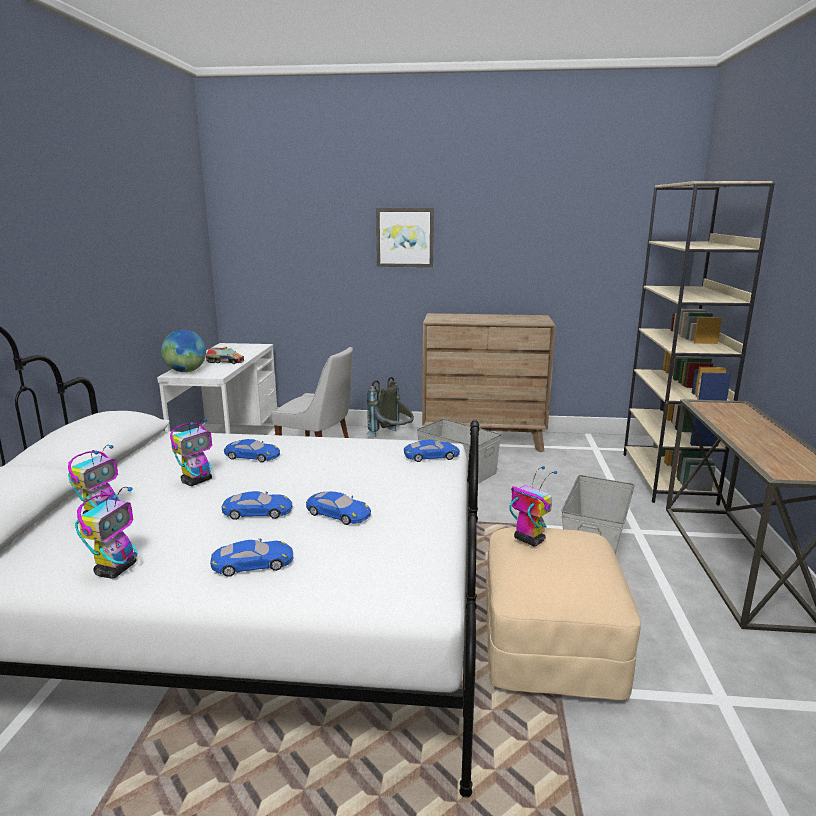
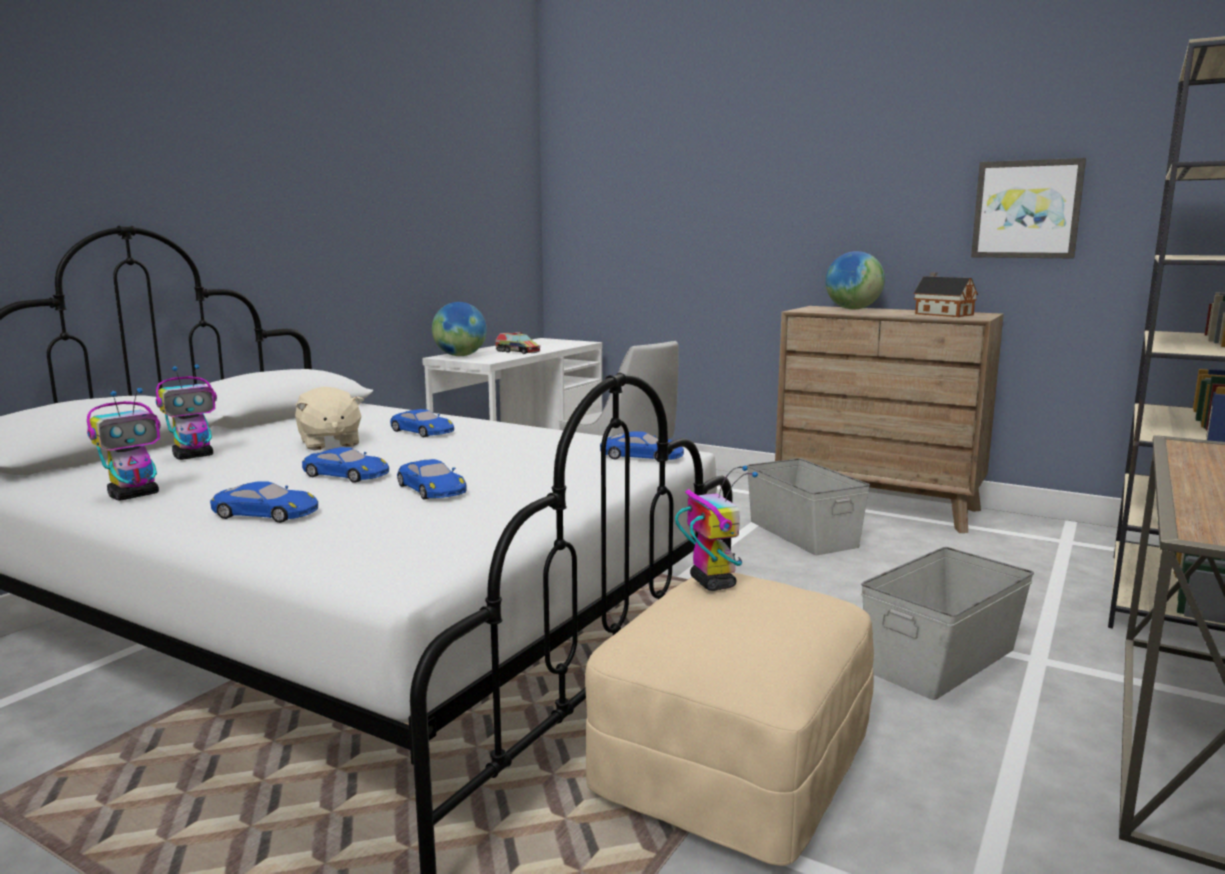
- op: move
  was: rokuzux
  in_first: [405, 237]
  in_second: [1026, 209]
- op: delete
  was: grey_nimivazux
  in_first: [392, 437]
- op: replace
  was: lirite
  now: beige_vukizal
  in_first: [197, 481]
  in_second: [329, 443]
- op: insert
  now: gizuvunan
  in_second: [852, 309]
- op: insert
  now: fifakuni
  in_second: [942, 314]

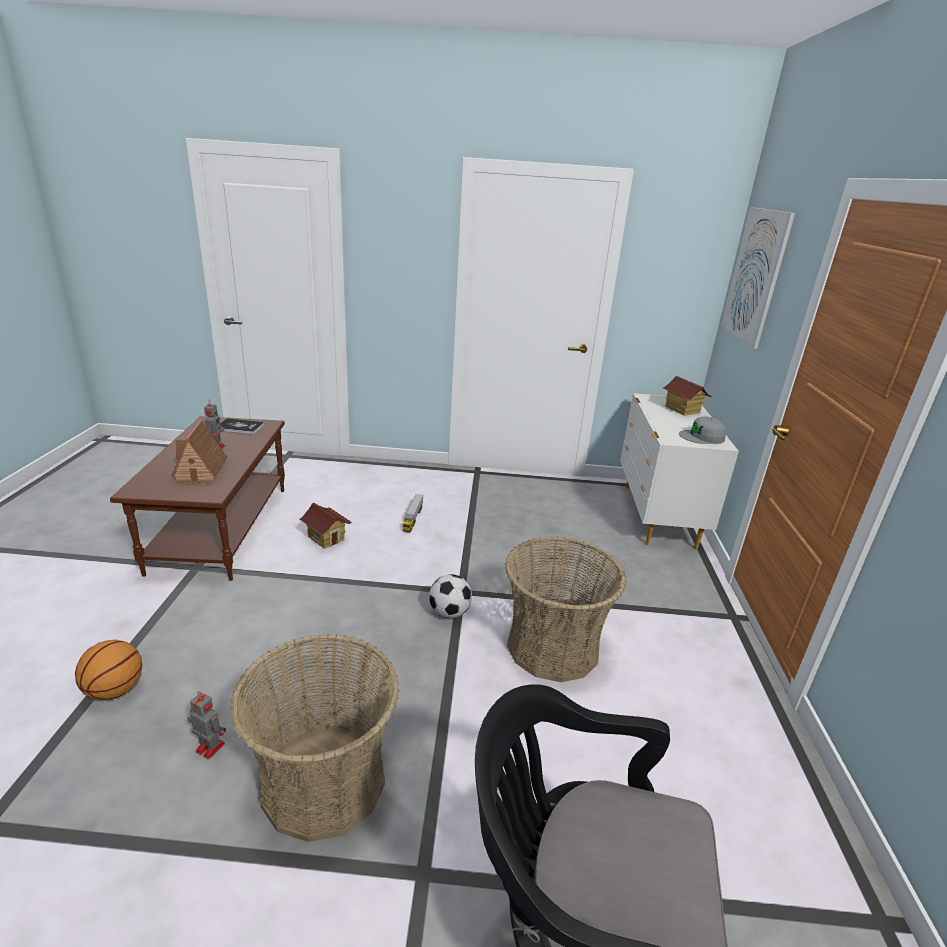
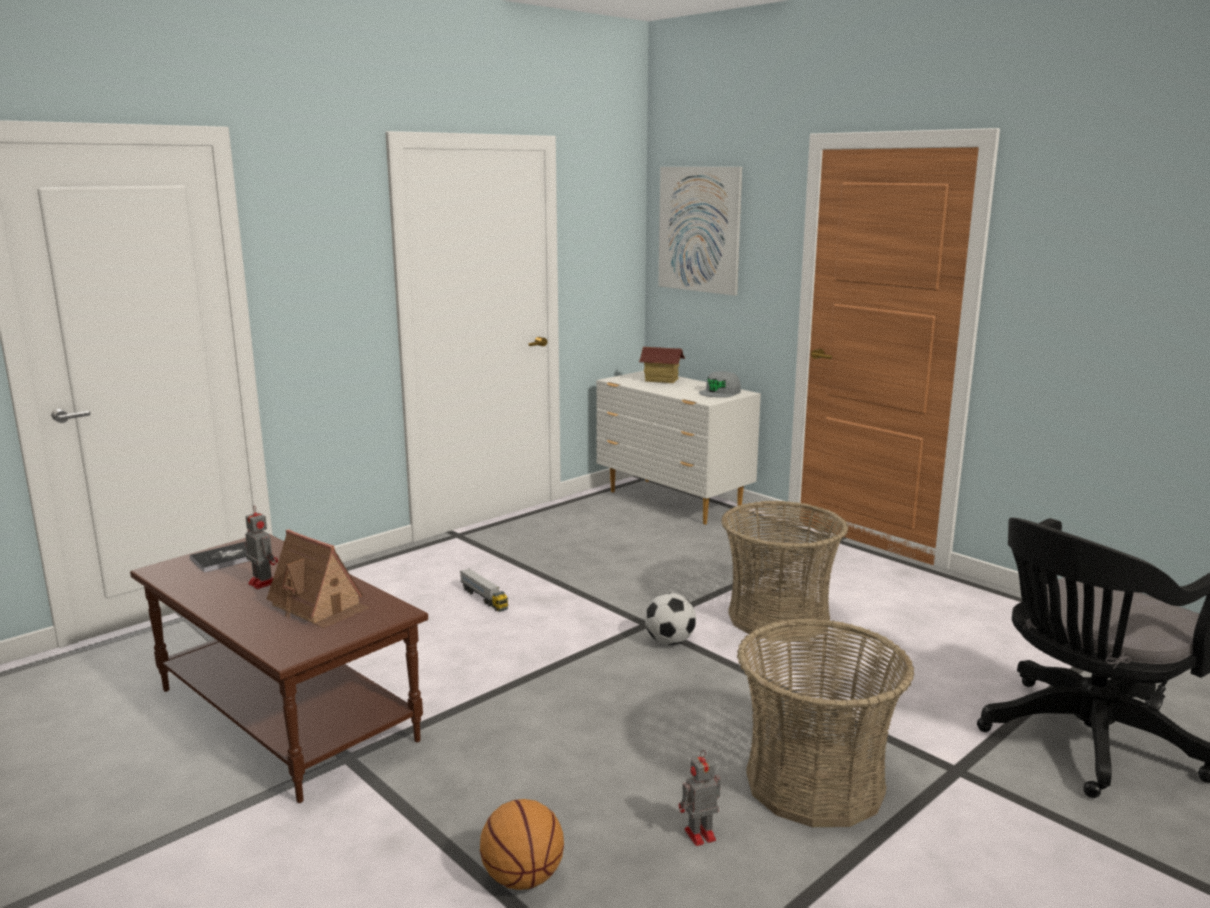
- op: delete
  was: fifakuni
  in_first: [326, 538]

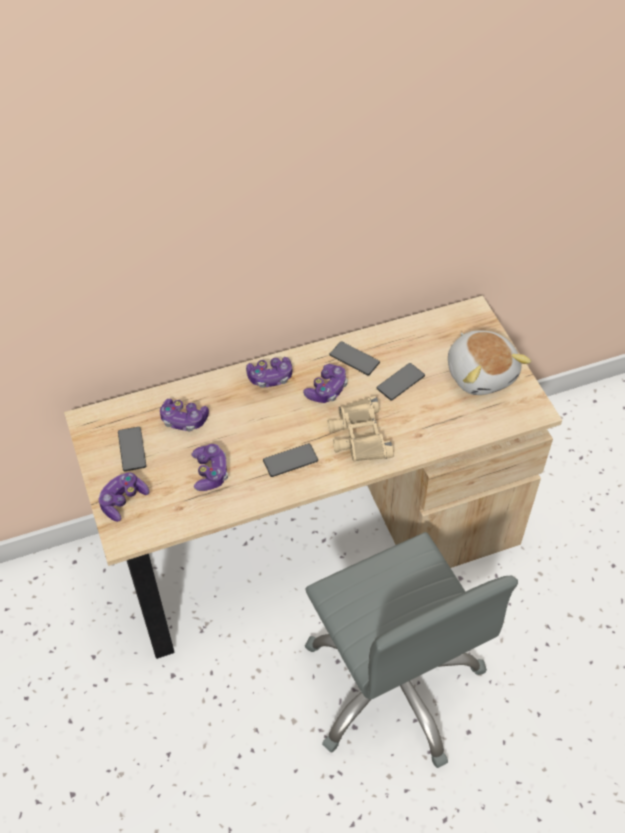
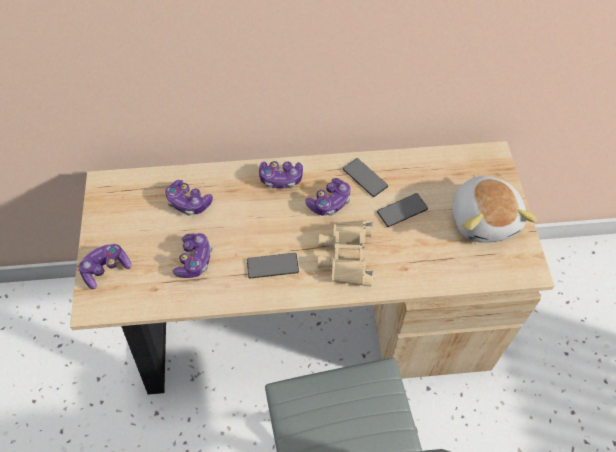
- op: delete
  was: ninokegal
  in_first: [132, 449]

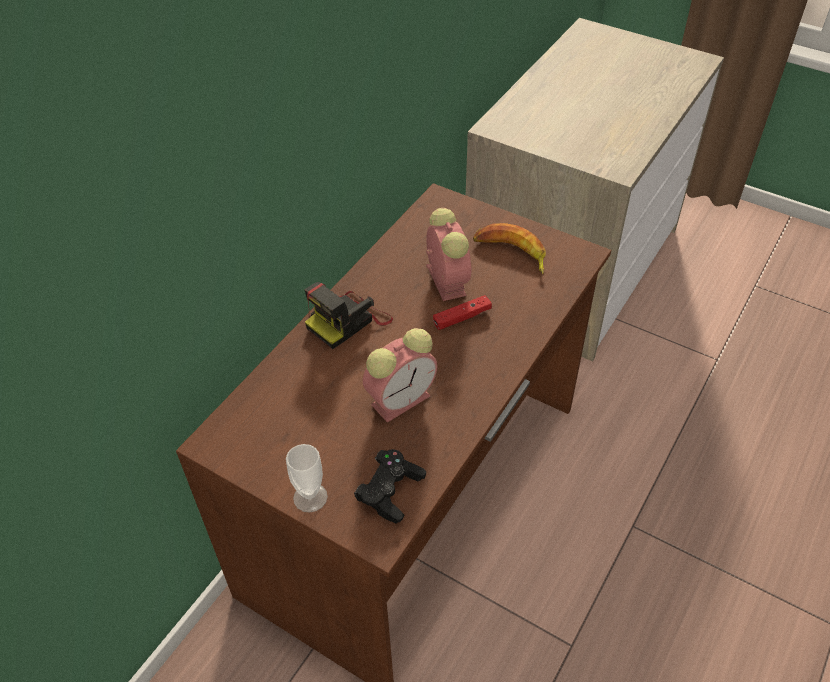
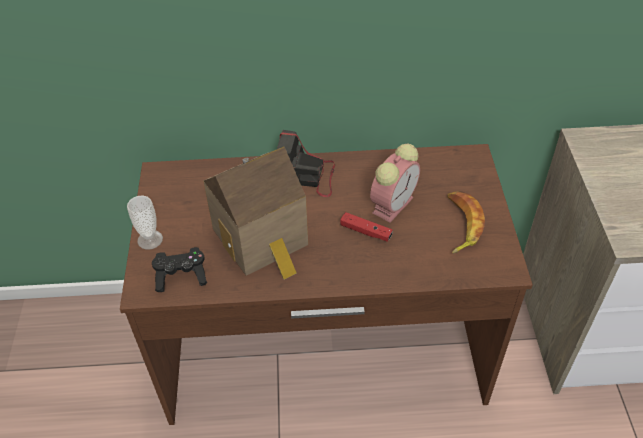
- op: replace
  was: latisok
  now: fifakuni
  in_first: [402, 398]
  in_second: [263, 240]

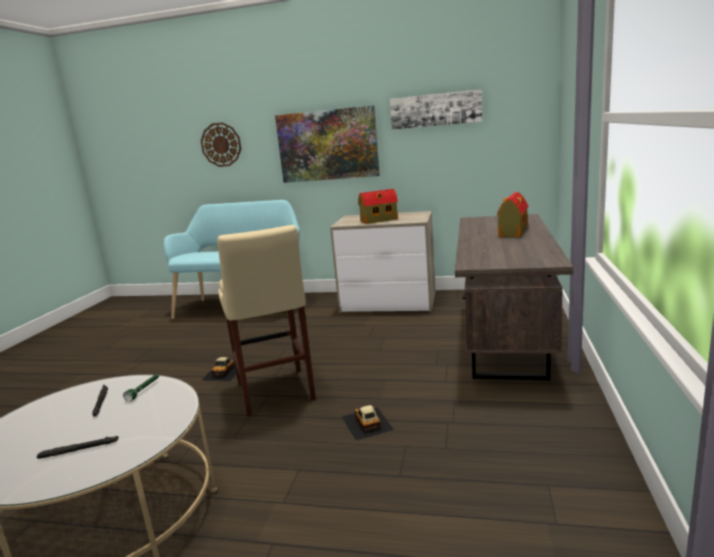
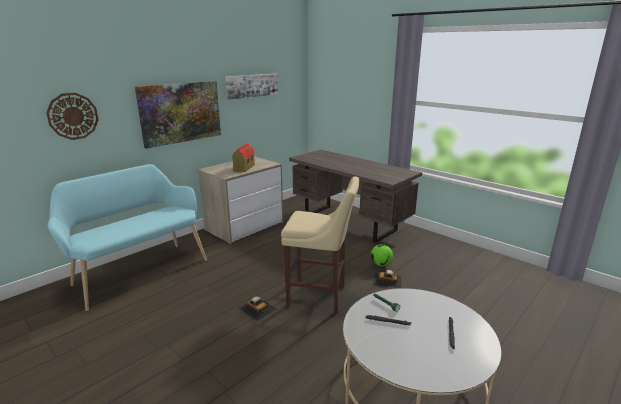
- op: delete
  was: fifakuni
  in_first: [512, 232]
- op: insert
  now: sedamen
  in_second: [381, 264]

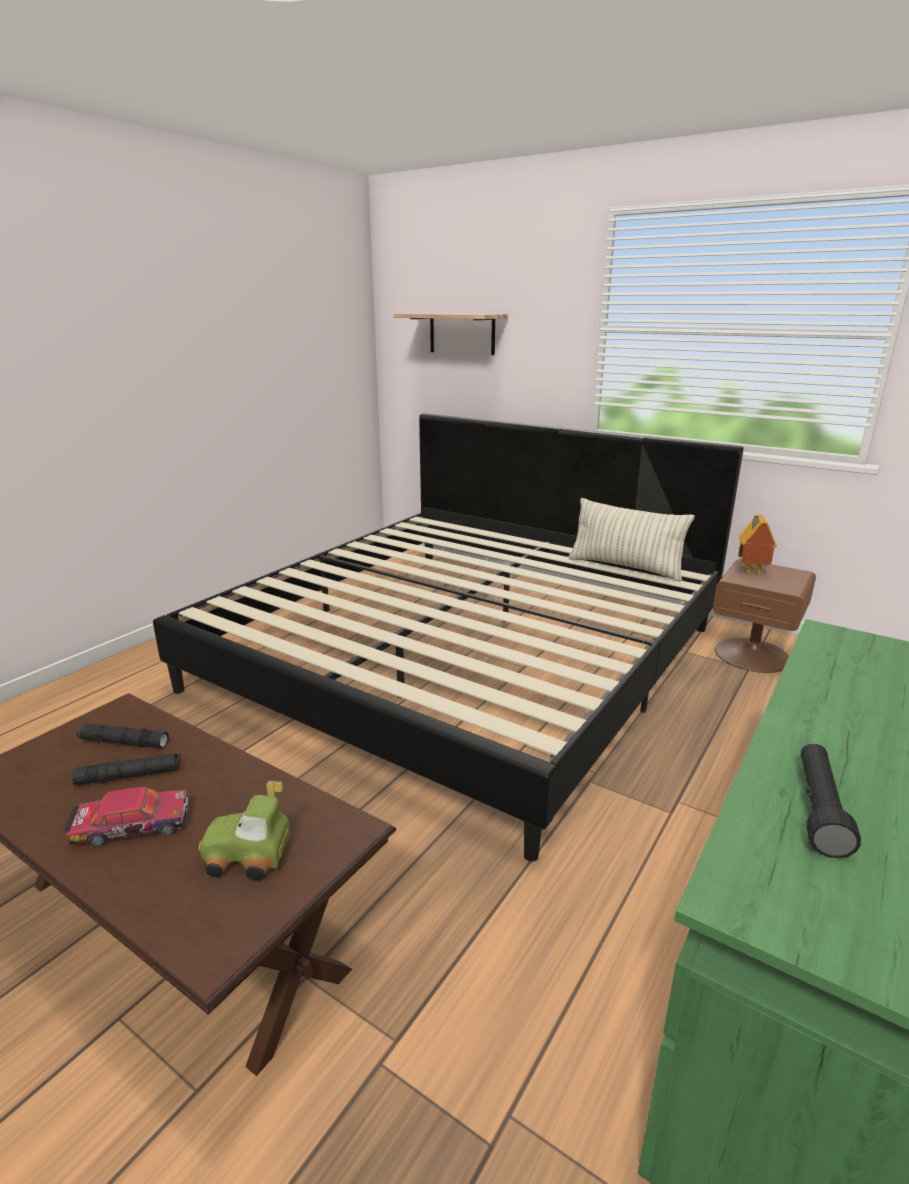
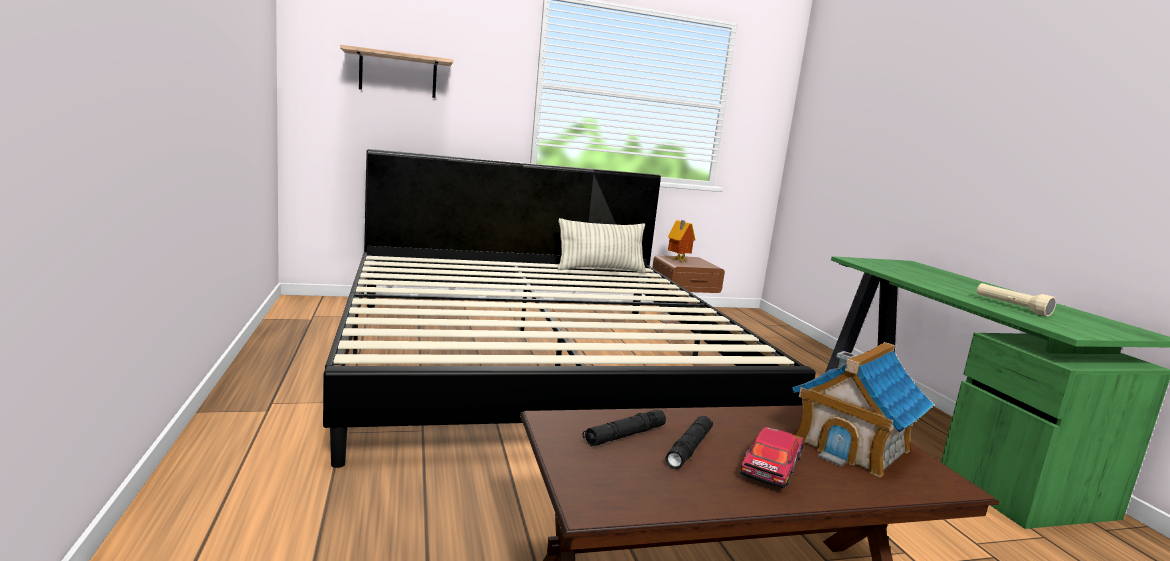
- op: recolor
  was: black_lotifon
  now: beige_lotifon
  in_first: [818, 809]
  in_second: [1011, 307]
- op: replace
  was: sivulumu
  now: fifakuni
  in_first: [248, 857]
  in_second: [852, 445]

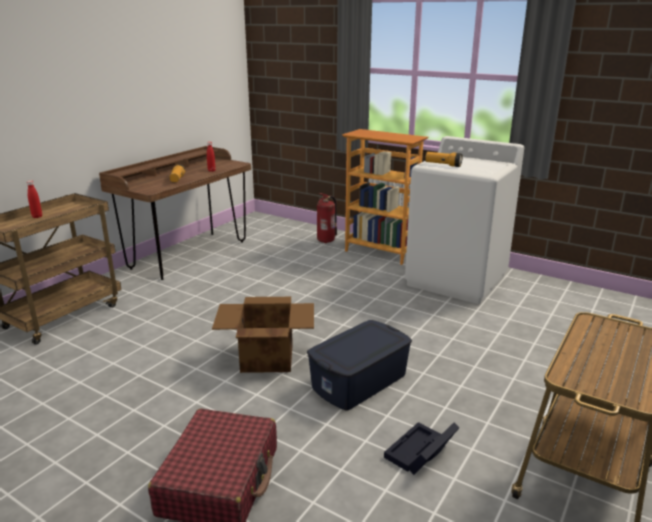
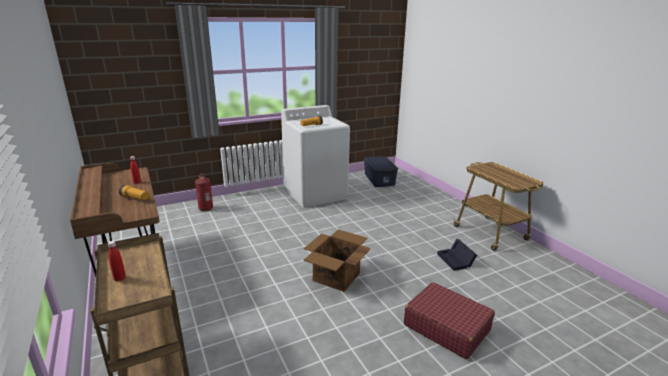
- op: delete
  was: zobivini
  in_first: [380, 252]
- op: move
  was: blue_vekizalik
  in_first: [360, 381]
  in_second: [379, 179]

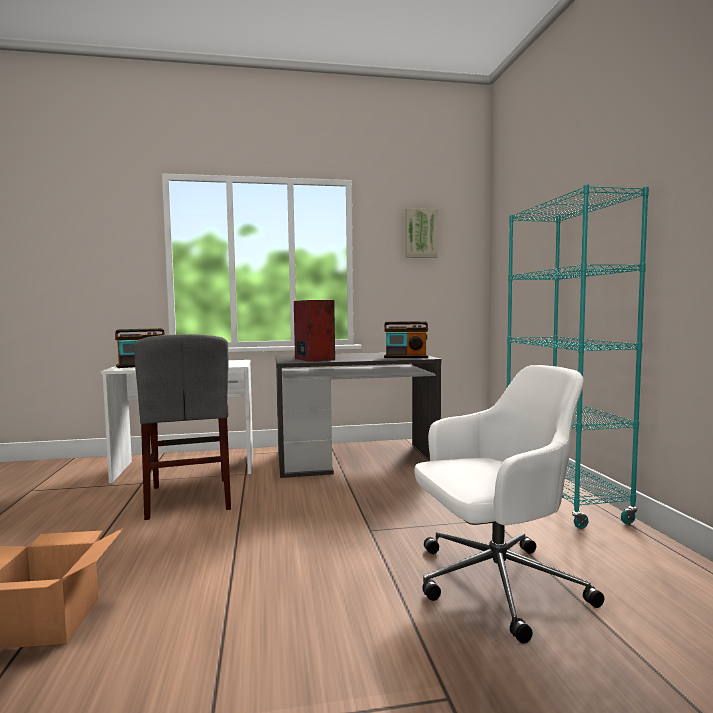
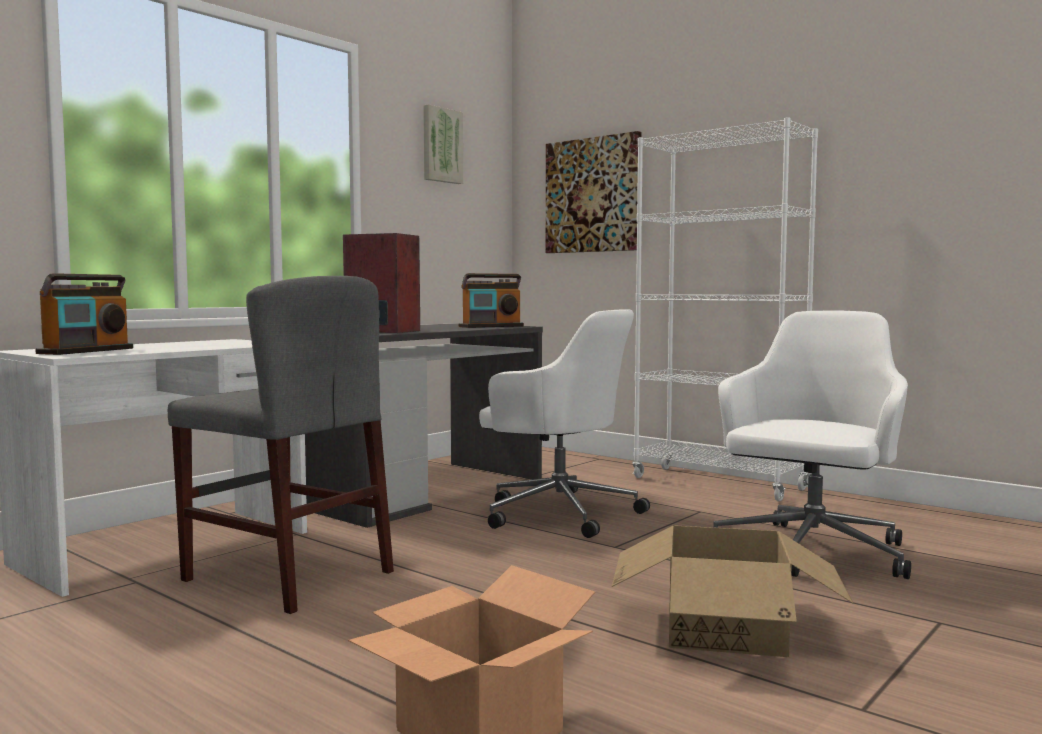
- op: recolor
  was: turquoise_zobivini
  now: white_zobivini
  in_first: [562, 499]
  in_second: [718, 484]
- op: insert
  now: rokuzux
  in_second: [593, 195]
- op: insert
  now: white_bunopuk
  in_second: [558, 513]
- op: insert
  now: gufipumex
  in_second: [725, 630]

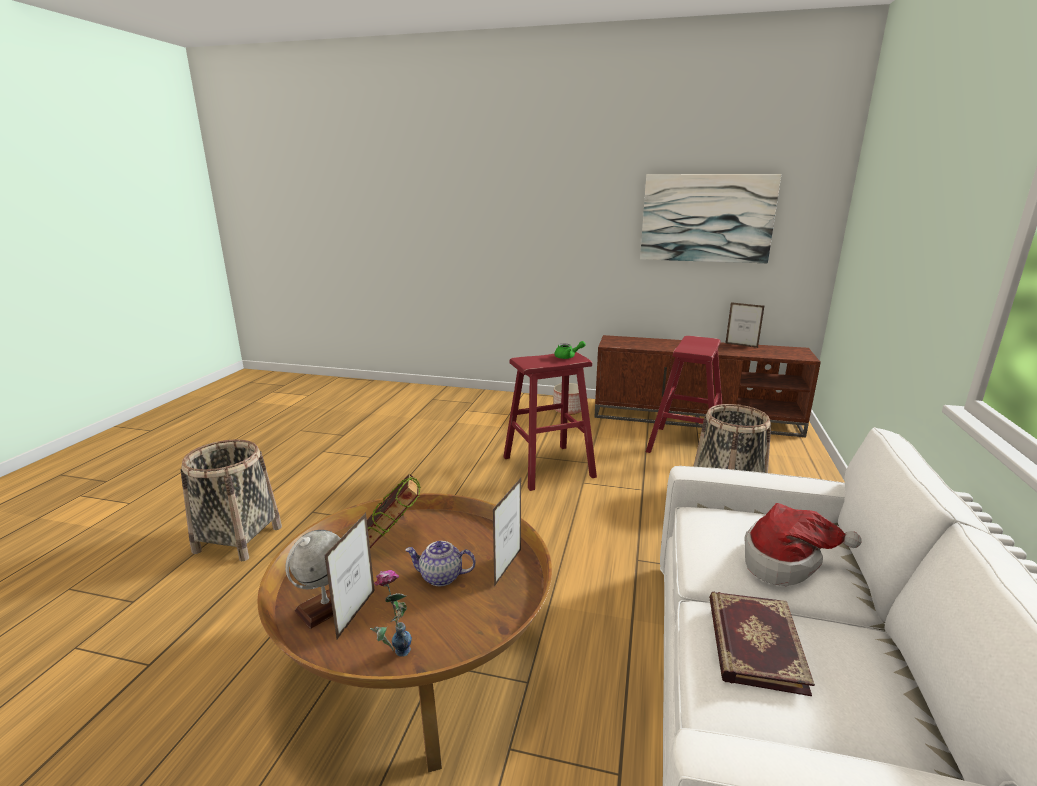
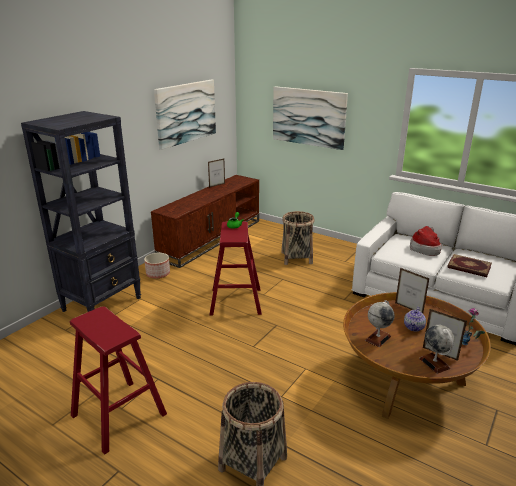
- op: move
  was: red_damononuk
  in_first: [686, 445]
  in_second: [118, 415]
- op: replace
  was: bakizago
  now: gizuvunan
  in_first: [392, 539]
  in_second: [378, 338]
- op: insert
  now: rokuzux
  in_second: [308, 117]
- op: insert
  now: black_zobivini
  in_second: [103, 304]

